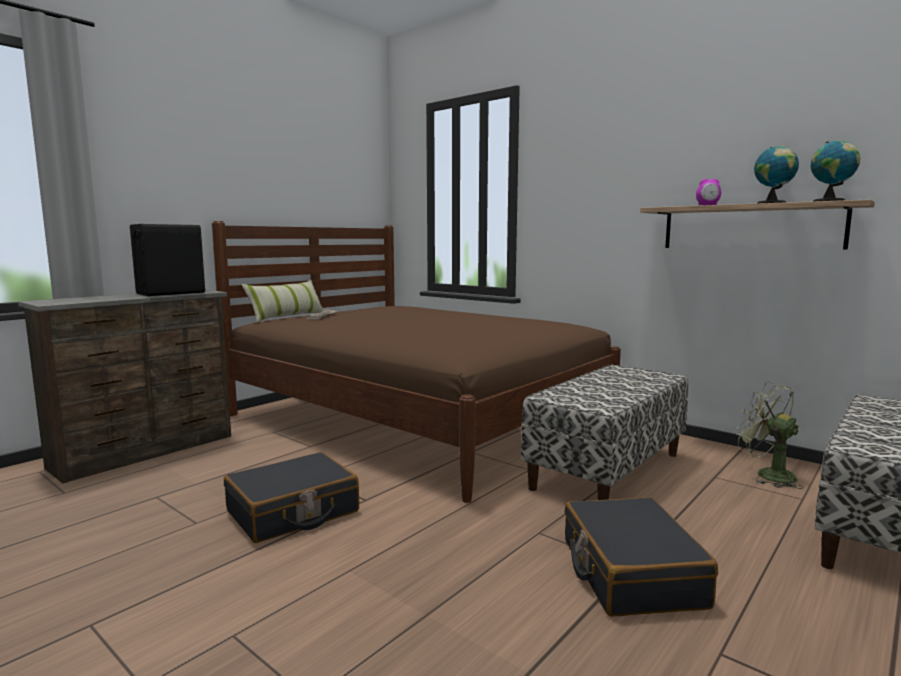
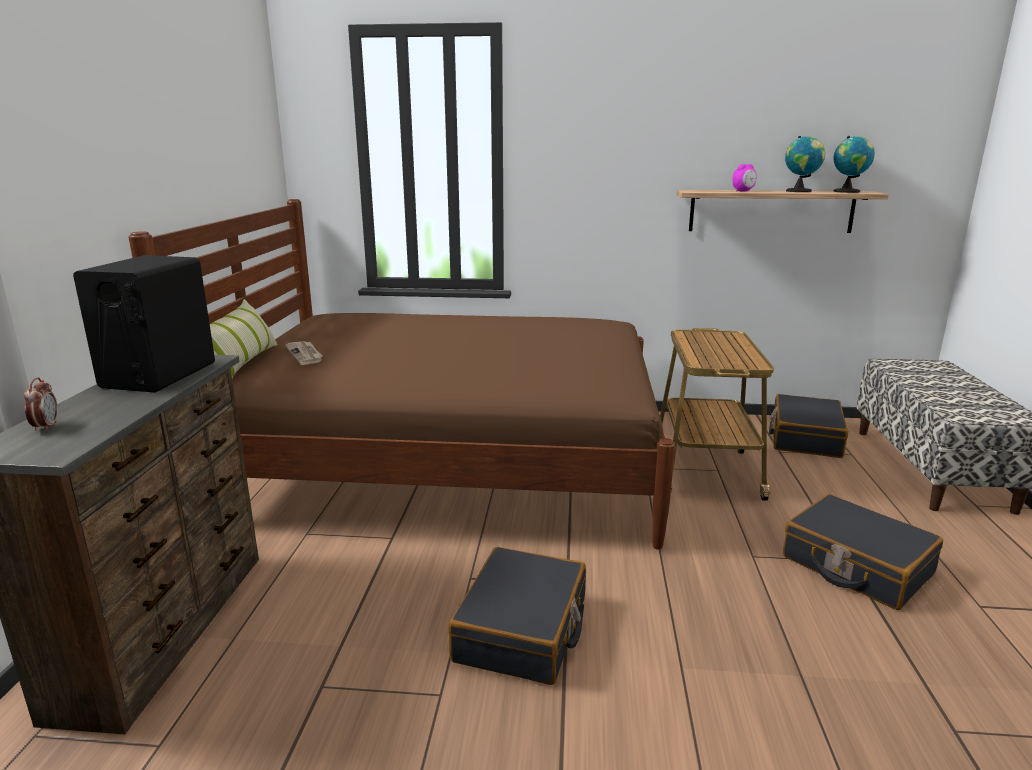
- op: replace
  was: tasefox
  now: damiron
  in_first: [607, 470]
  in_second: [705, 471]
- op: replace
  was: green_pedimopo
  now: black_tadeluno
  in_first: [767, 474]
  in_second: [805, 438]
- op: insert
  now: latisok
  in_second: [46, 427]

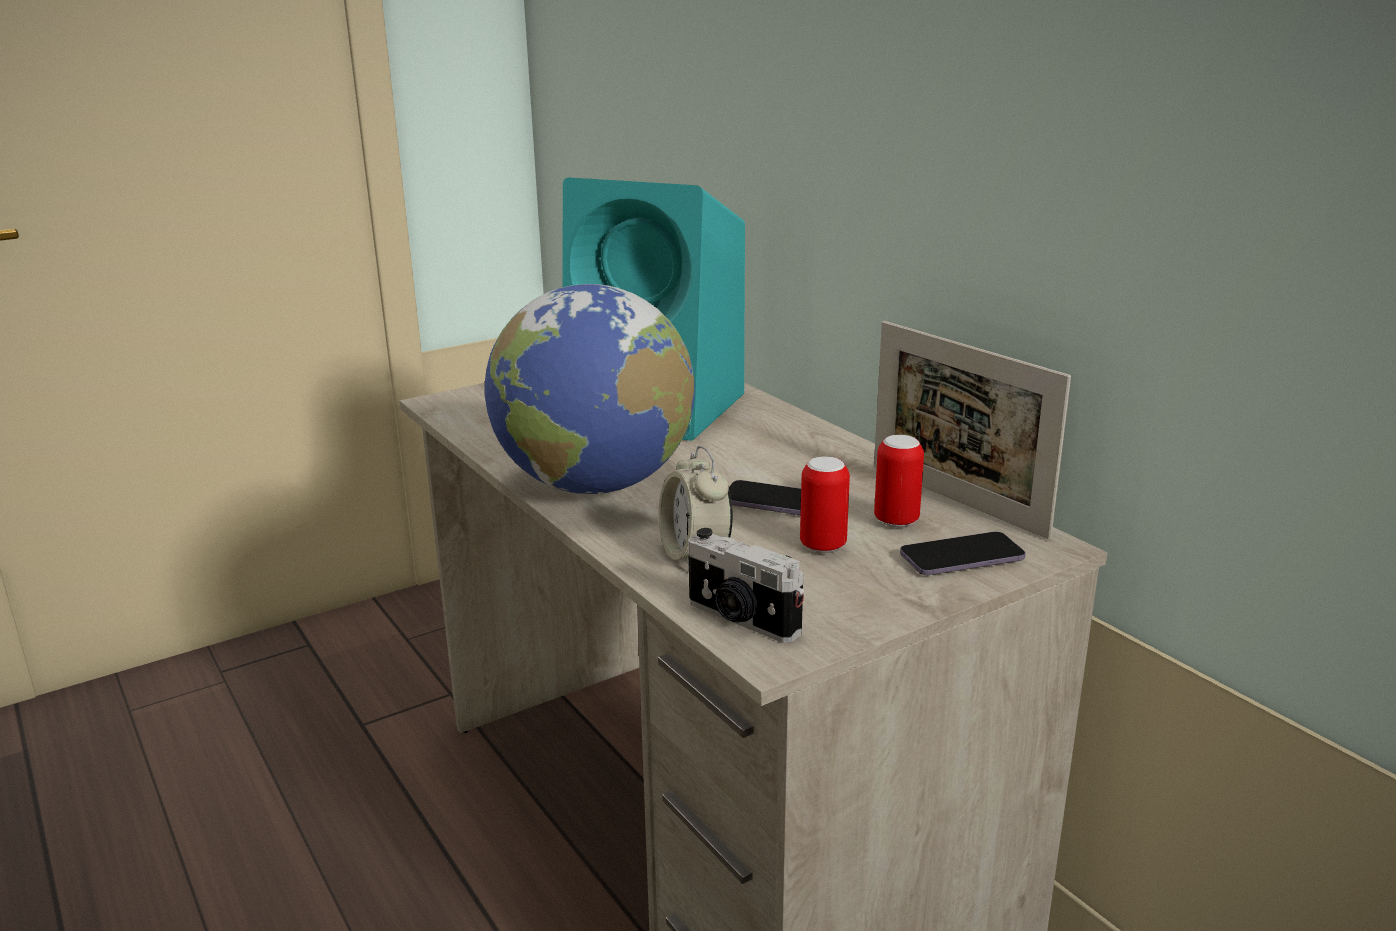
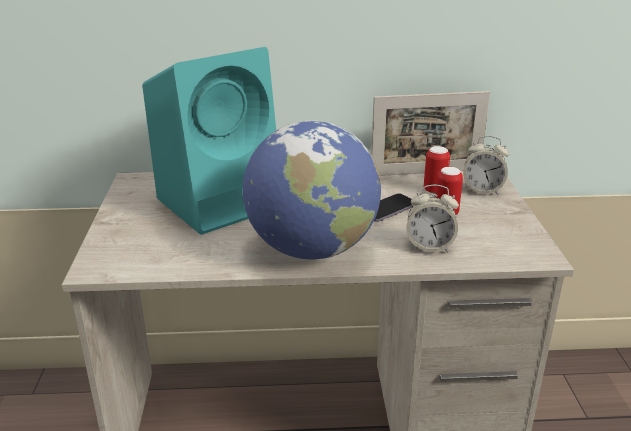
- op: delete
  was: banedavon
  in_first: [741, 619]
- op: replace
  was: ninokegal
  now: latisok
  in_first: [961, 557]
  in_second: [482, 190]

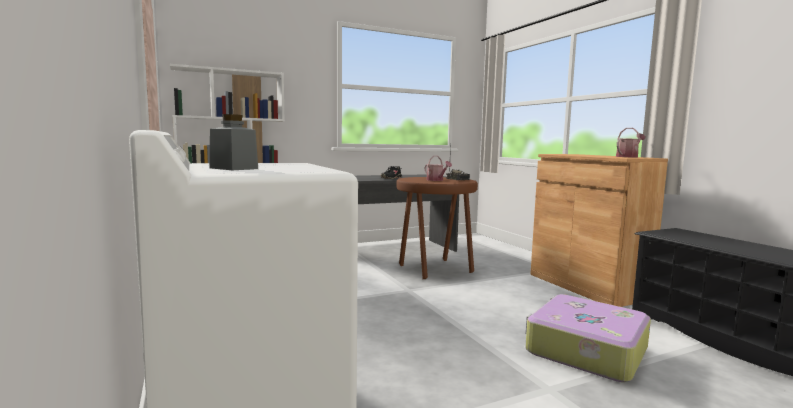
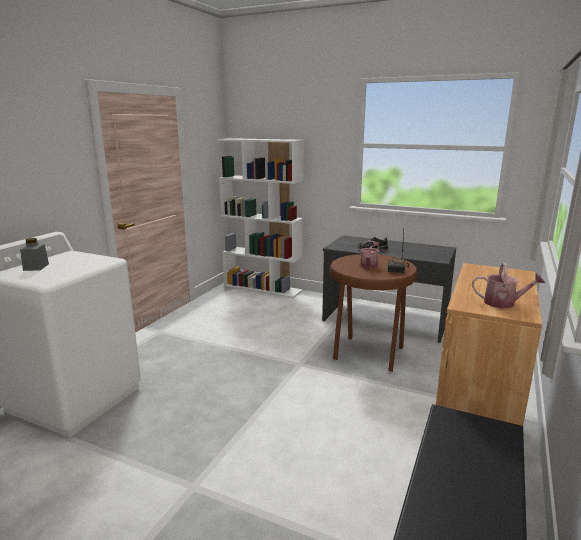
- op: delete
  was: tadeluno
  in_first: [584, 350]

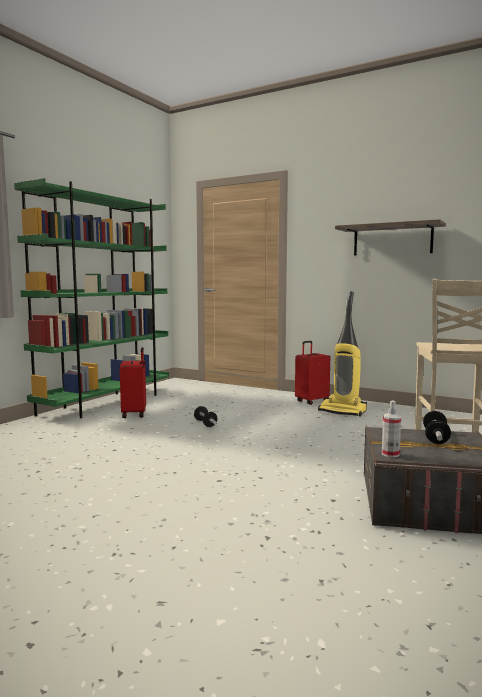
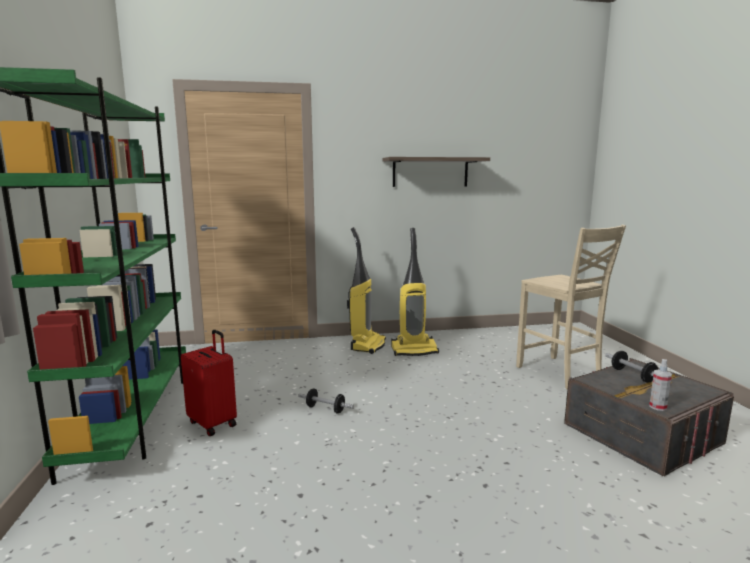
- op: replace
  was: red_tadeluno
  now: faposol
  in_first: [311, 401]
  in_second: [367, 345]

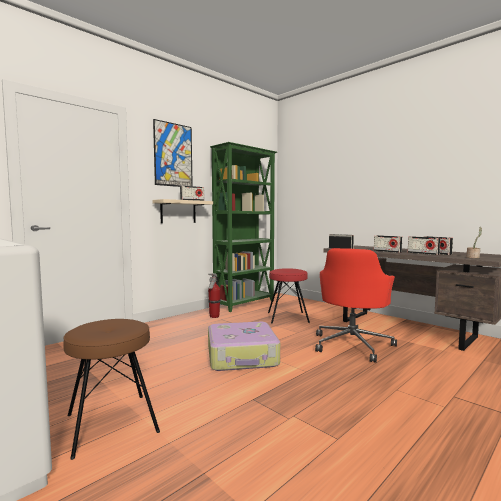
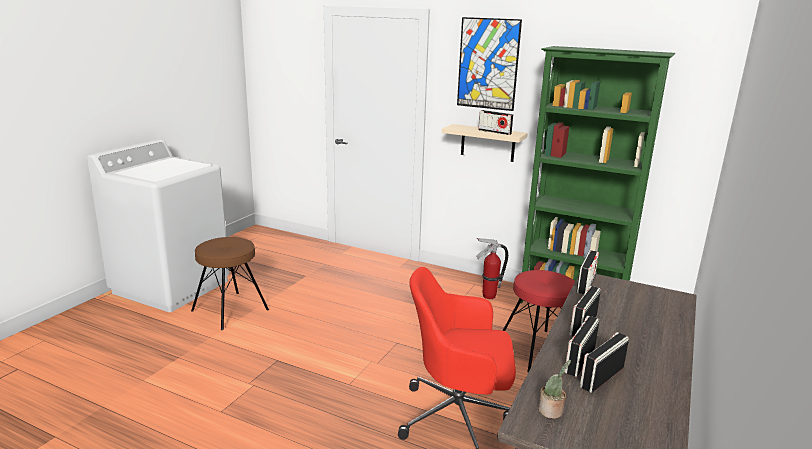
- op: delete
  was: tadeluno
  in_first: [242, 356]

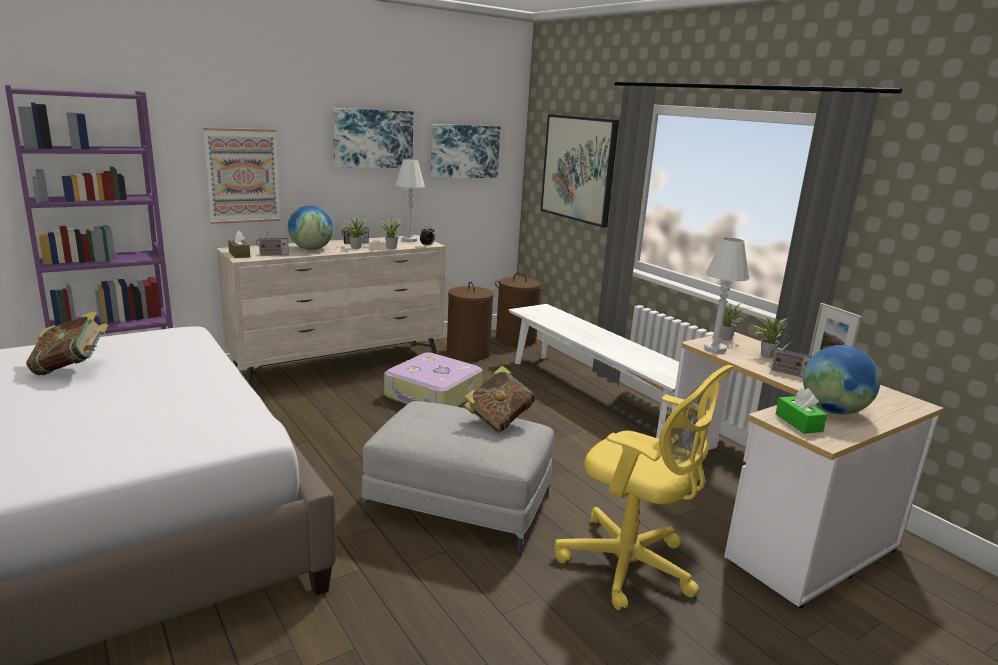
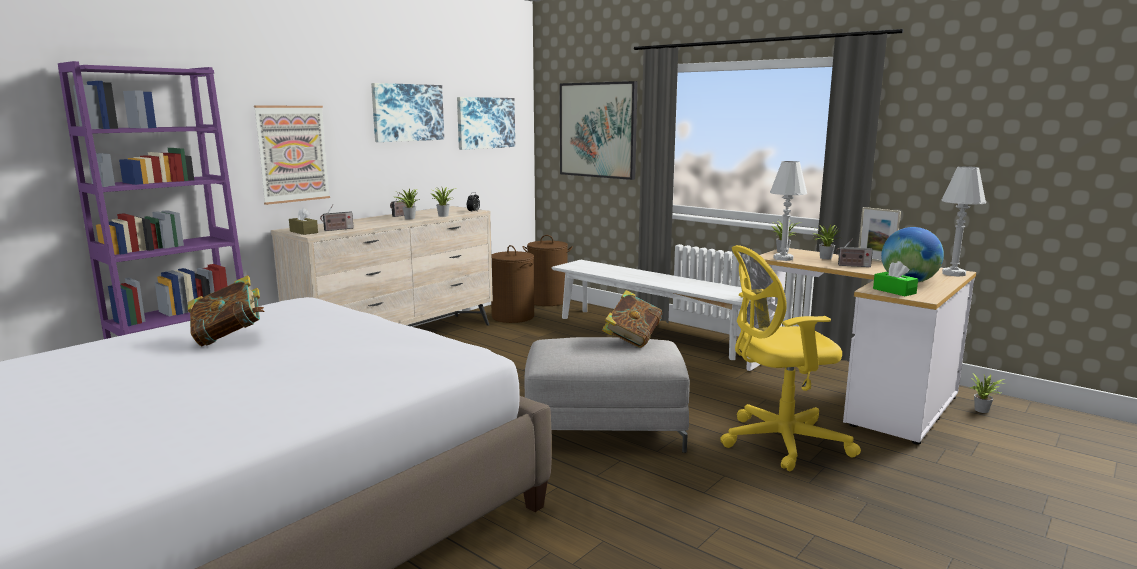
- op: move
  was: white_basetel
  in_first: [409, 240]
  in_second: [953, 274]
- op: delete
  was: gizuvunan
  in_first: [311, 249]
- op: delete
  was: tadeluno
  in_first: [433, 395]
- op: rotate
  was: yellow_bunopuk
  in_first: [631, 566]
  in_second: [778, 442]
  clockwise: 150
- op: insert
  now: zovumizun
  in_second: [983, 410]

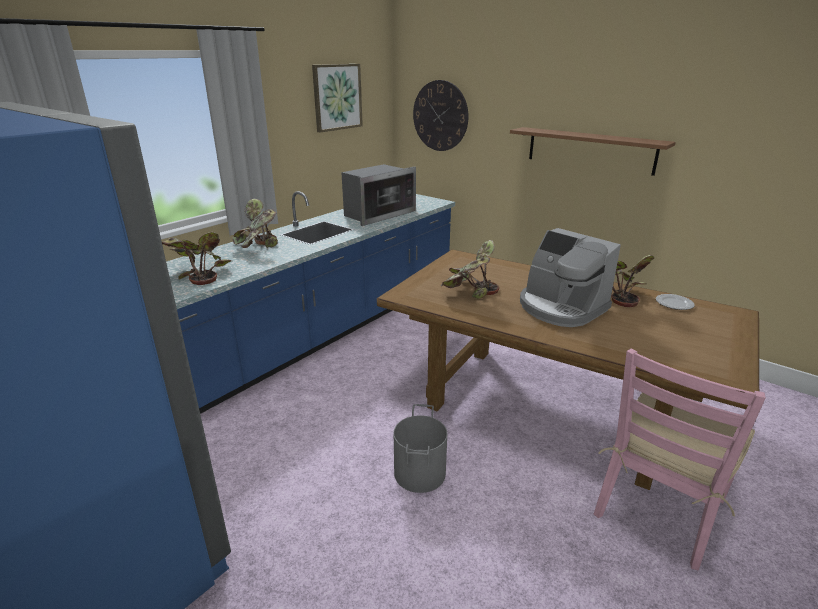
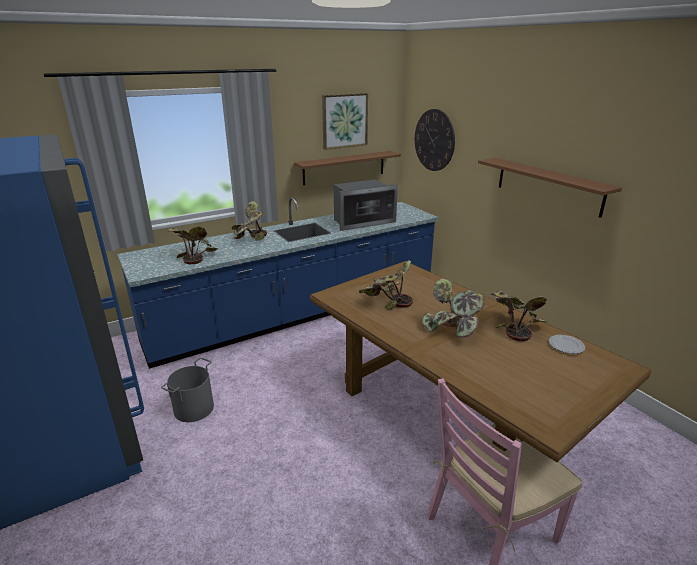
- op: replace
  was: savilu
  now: zovumizun
  in_first: [560, 308]
  in_second: [453, 330]
- op: move
  was: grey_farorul
  in_first: [419, 472]
  in_second: [193, 408]
- op: insert
  now: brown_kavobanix
  in_second: [344, 167]

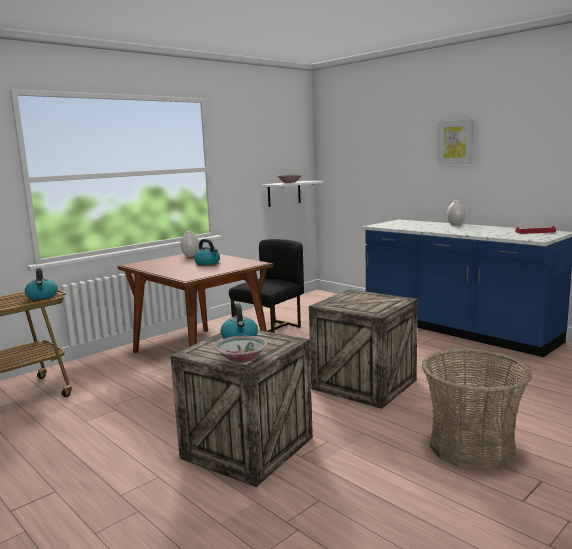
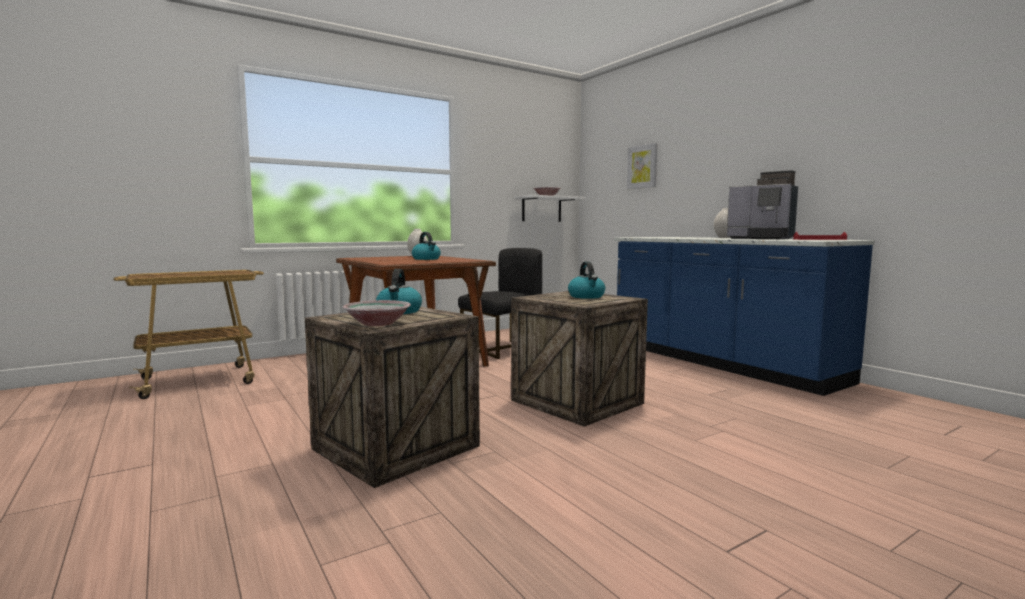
- op: move
  was: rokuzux
  in_first: [455, 142]
  in_second: [642, 167]
- op: move
  was: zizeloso
  in_first: [42, 296]
  in_second: [587, 296]
- op: delete
  was: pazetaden
  in_first: [472, 447]
- op: insert
  now: savilu
  in_second: [762, 238]

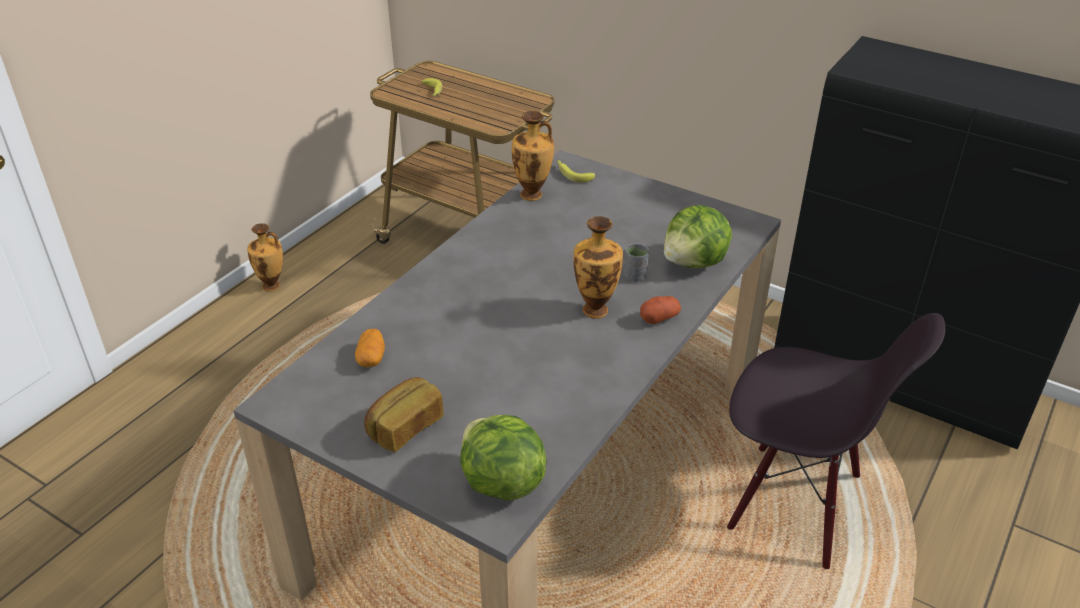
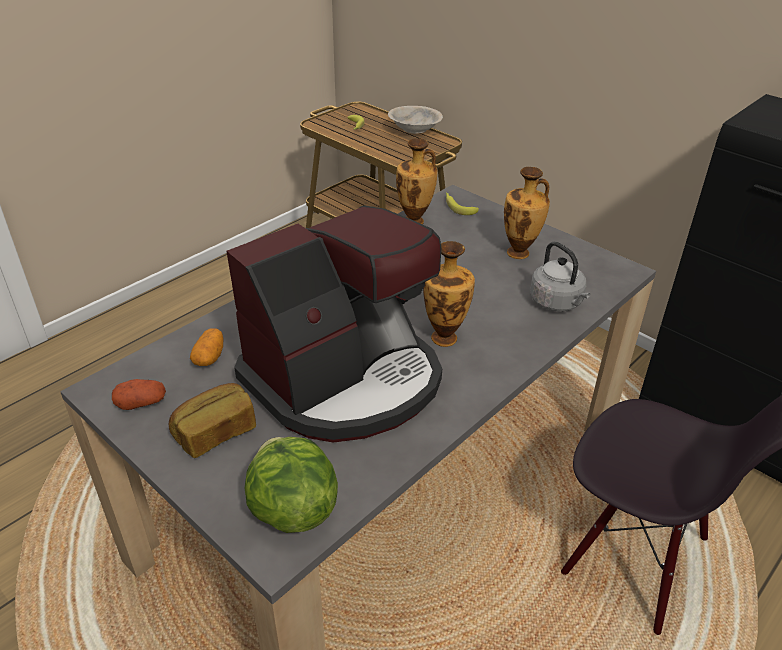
- op: replace
  was: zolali
  now: grey_zizeloso
  in_first: [694, 263]
  in_second: [557, 303]
- op: move
  was: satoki
  in_first: [272, 286]
  in_second: [519, 253]
- op: delete
  was: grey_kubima
  in_first: [635, 277]
- op: move
  was: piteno
  in_first: [659, 318]
  in_second: [141, 403]
- op: insert
  now: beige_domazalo
  in_second: [414, 130]
- op: insert
  now: savilu
  in_second: [346, 380]

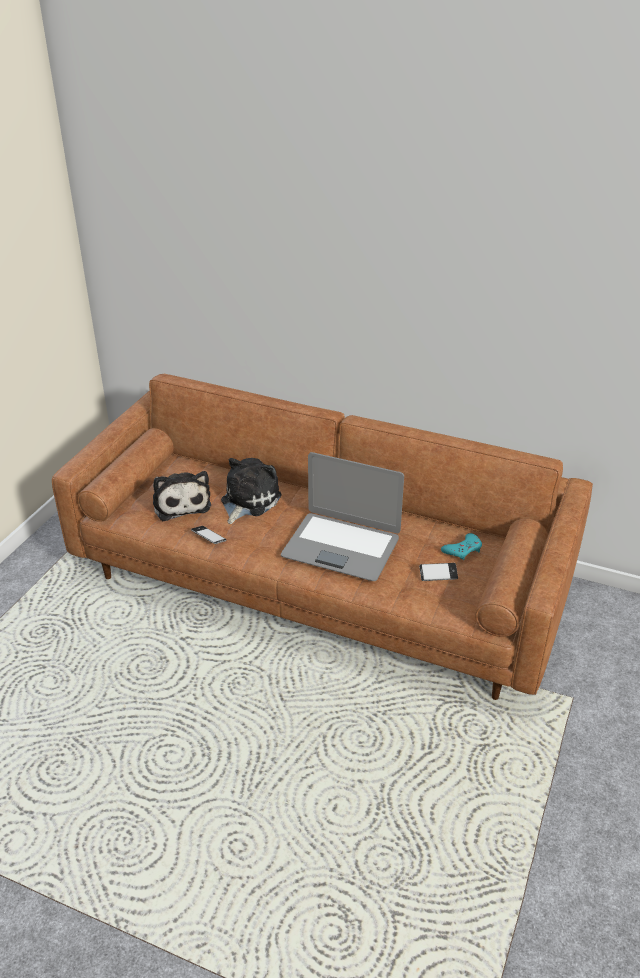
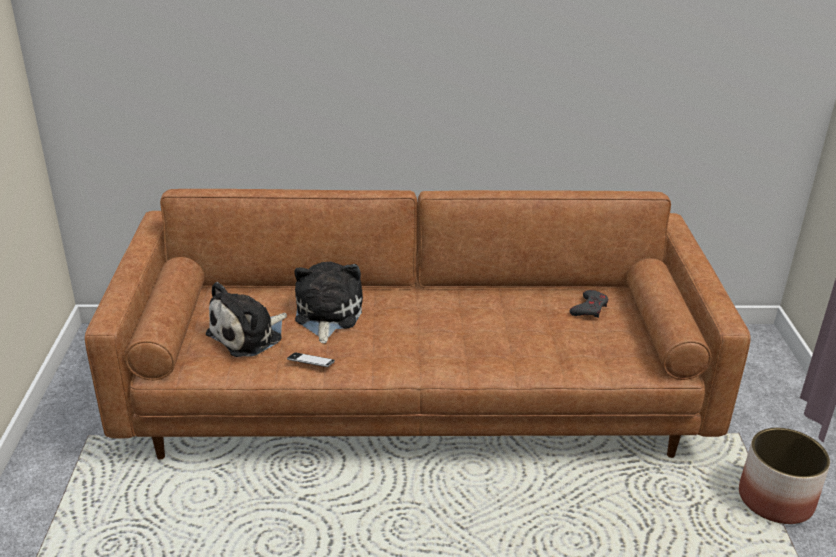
- op: delete
  was: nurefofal
  in_first: [341, 547]
- op: rotate
  was: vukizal
  in_first: [181, 503]
  in_second: [249, 335]
  clockwise: 90
- op: recolor
  was: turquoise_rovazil
  now: grey_rovazil
  in_first: [463, 550]
  in_second: [589, 308]
- op: delete
  was: ninokegal
  in_first: [438, 574]
- op: insert
  now: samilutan
  in_second: [776, 499]

